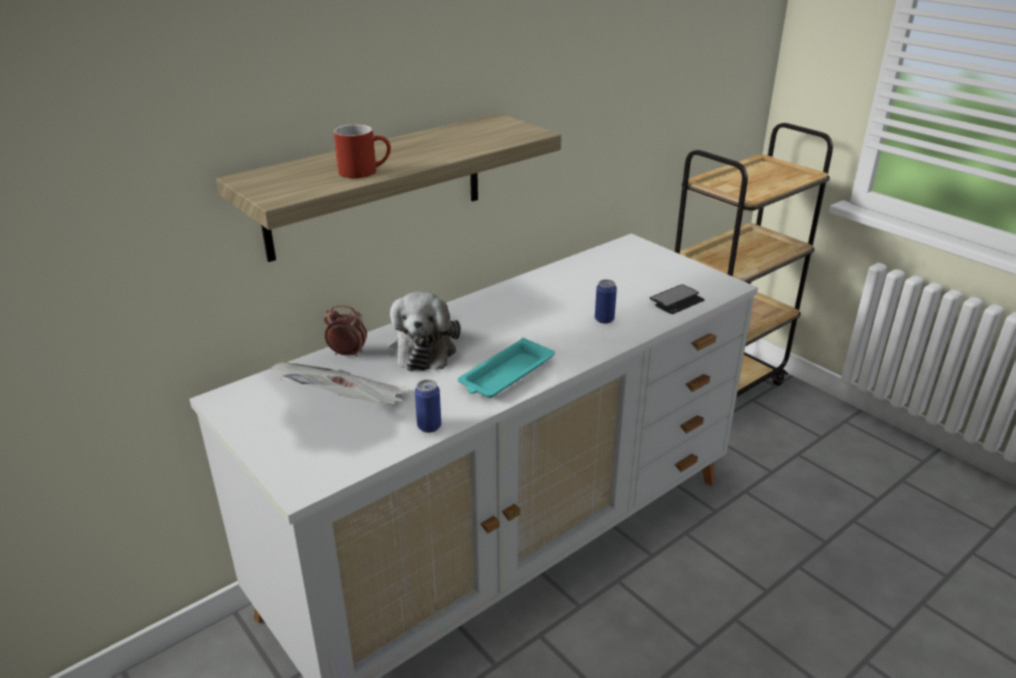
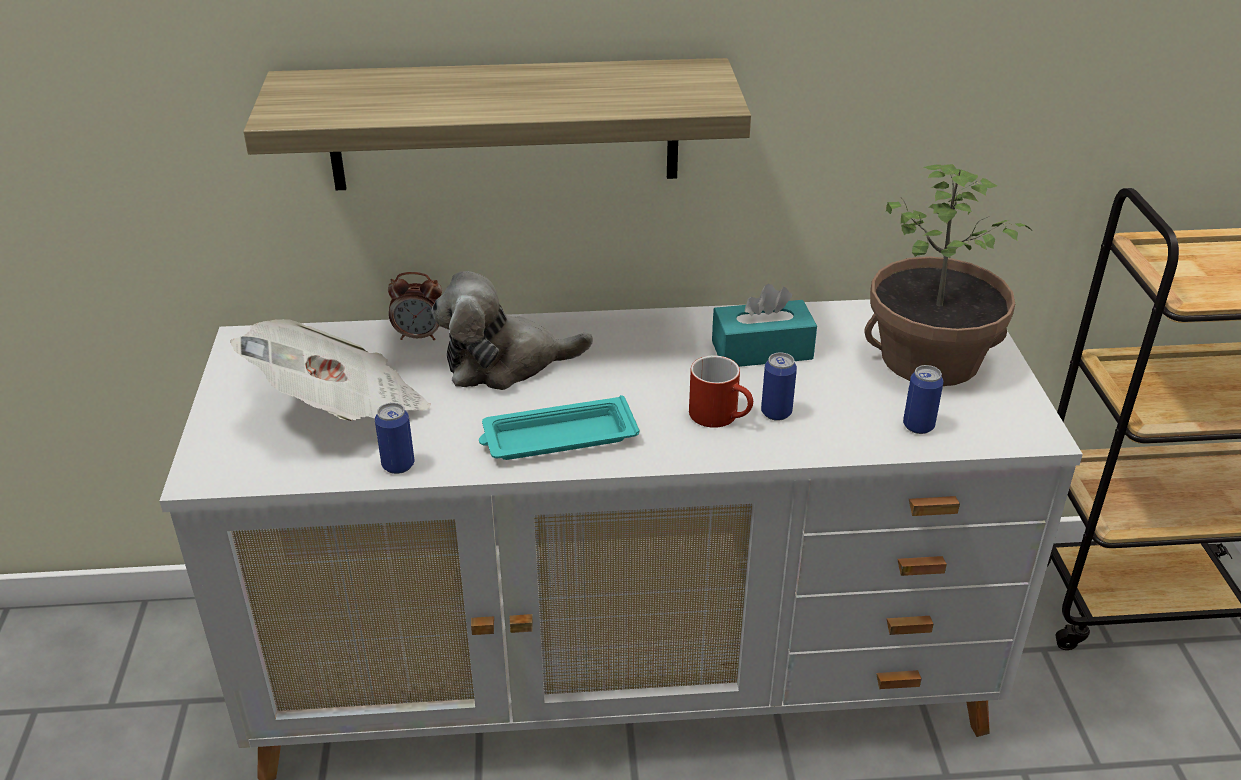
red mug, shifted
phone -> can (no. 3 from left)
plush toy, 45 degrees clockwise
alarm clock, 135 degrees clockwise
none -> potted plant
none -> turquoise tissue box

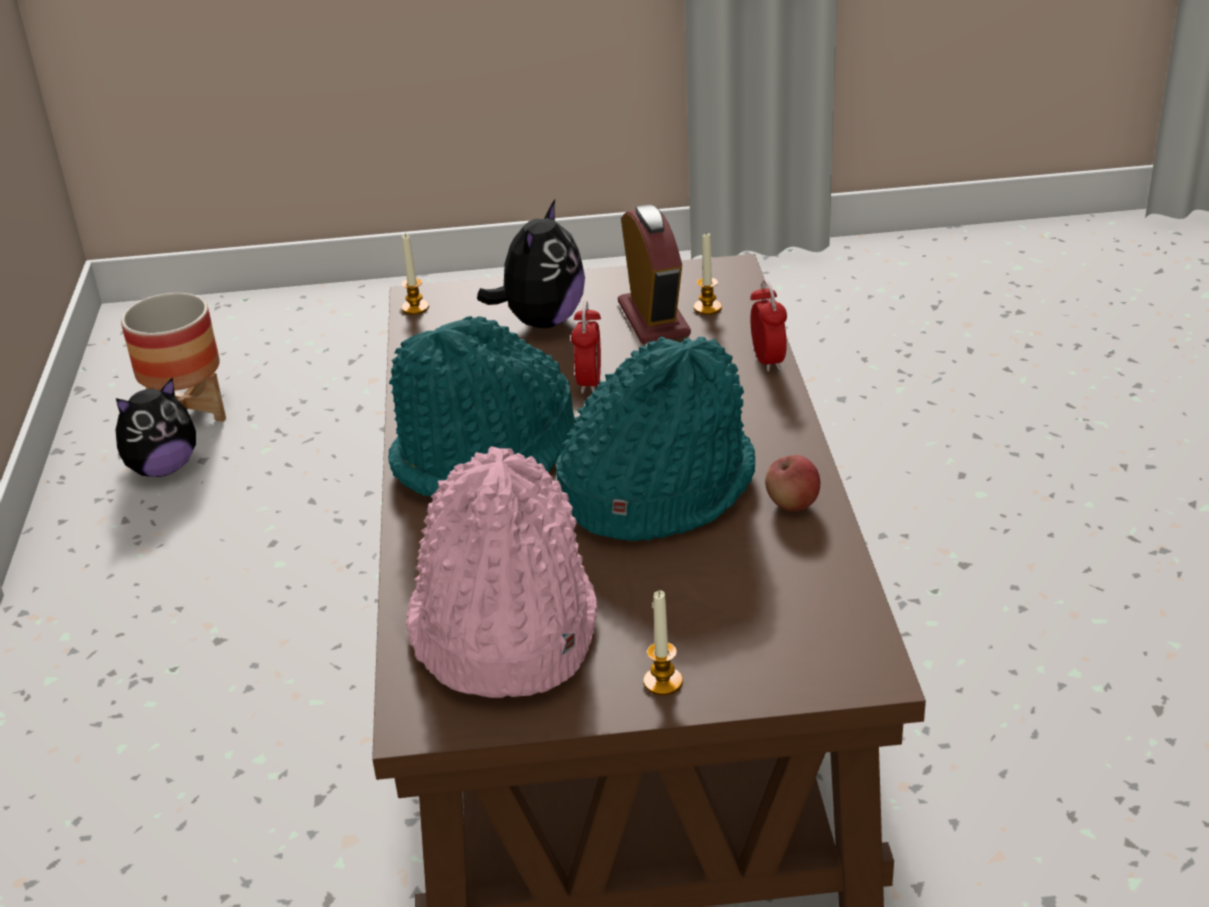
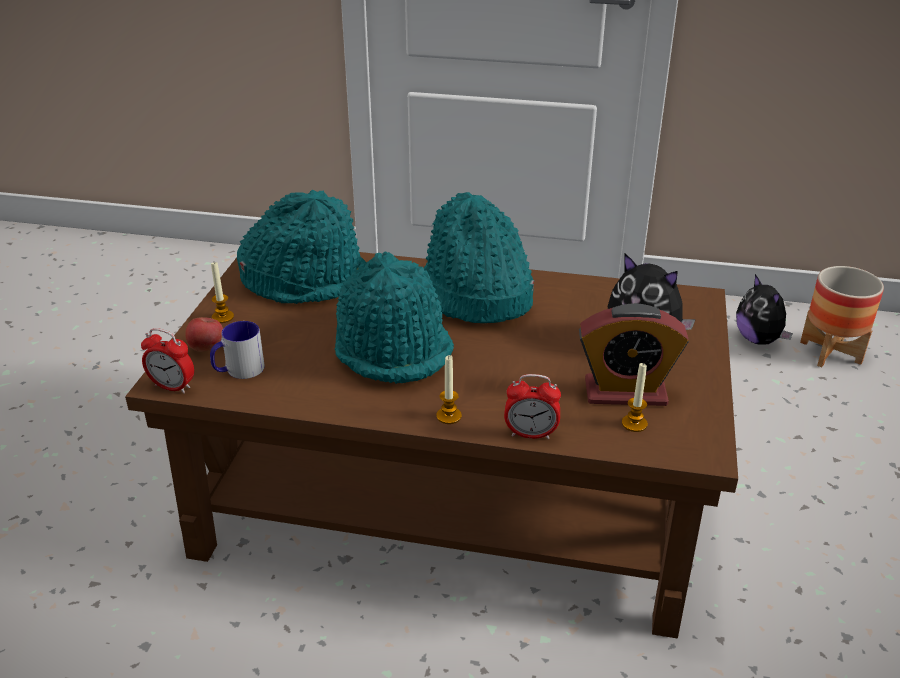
candle (no. 1 from left in the first image) -> candle (no. 2 from left), shifted
alarm clock (no. 1 from left), shifted
pink hat -> turquoise hat (no. 1 from left)
apple, shifted
none -> mug

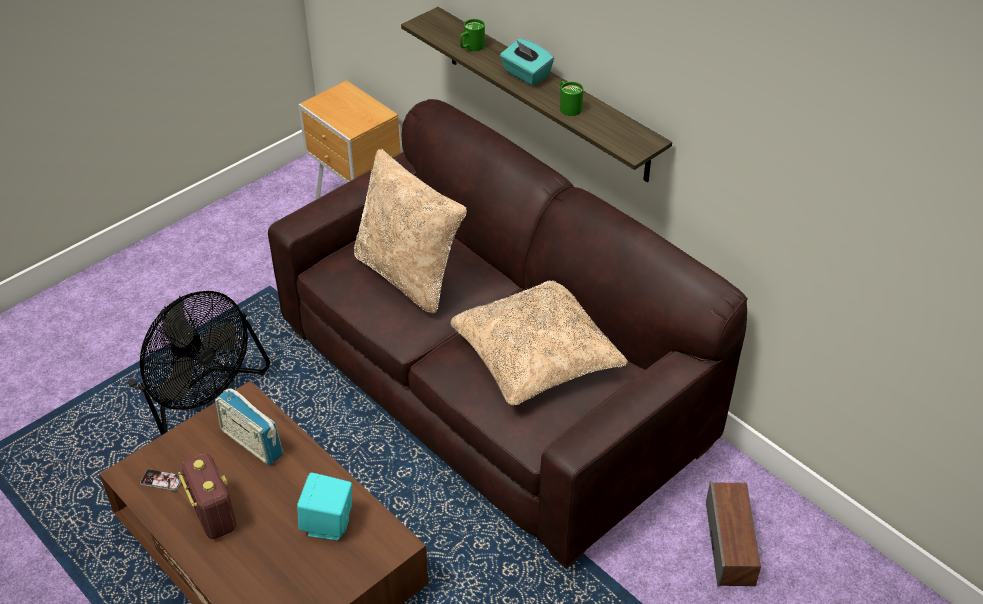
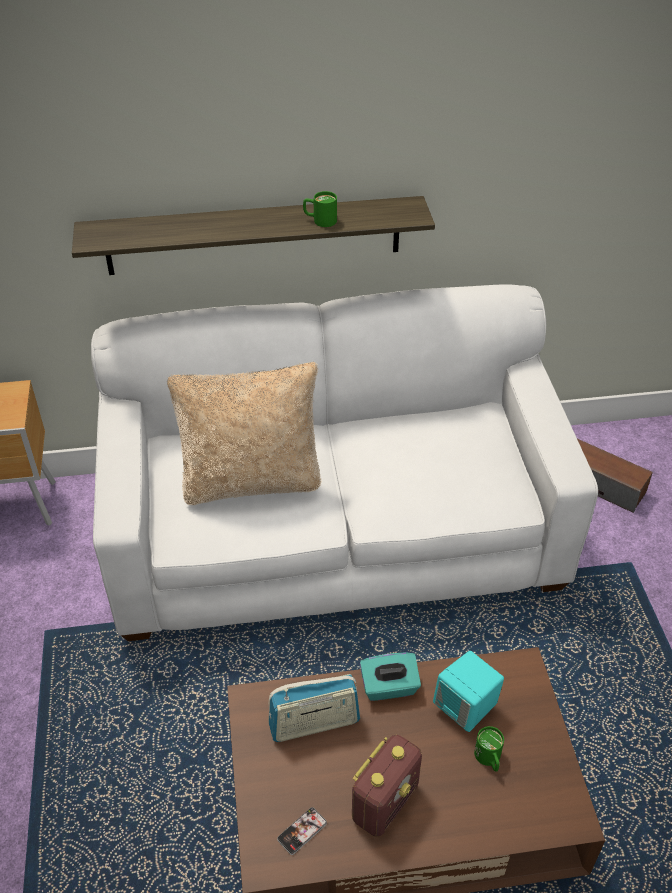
green mug (no. 1 from left in the first image) -> green mug (no. 2 from left), shifted
turquoise tissue box, shifted
brown sofa -> white sofa
beige pillow (no. 2 from left) -> none
black fan -> none
radio (no. 1 from left in the first image) -> radio (no. 2 from left), 120 degrees clockwise

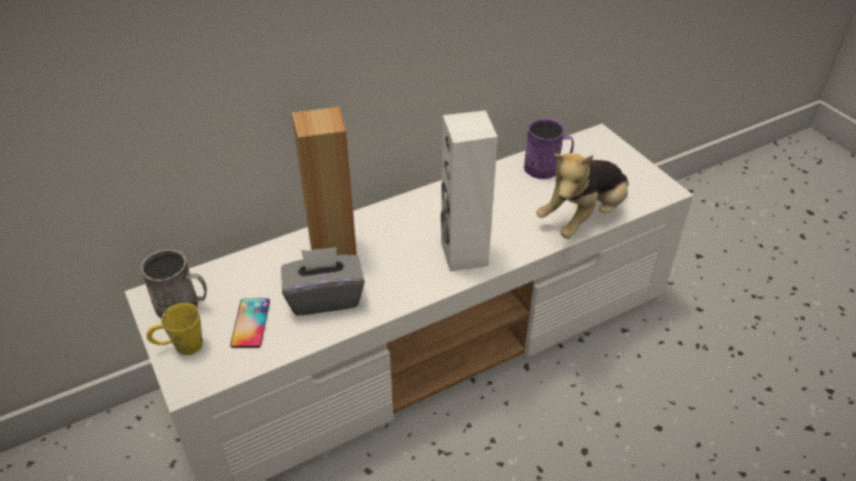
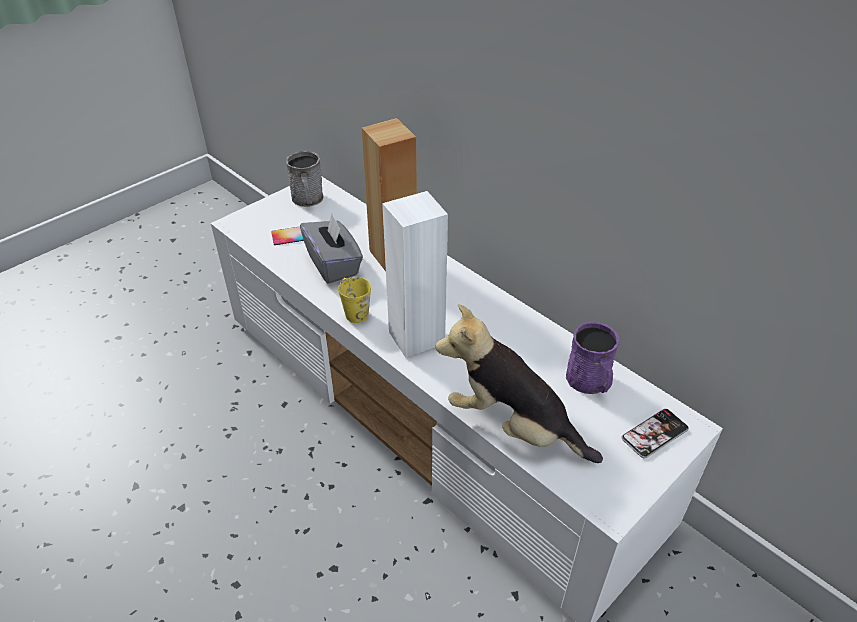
yellow mug, shifted
none -> phone (no. 2 from left)

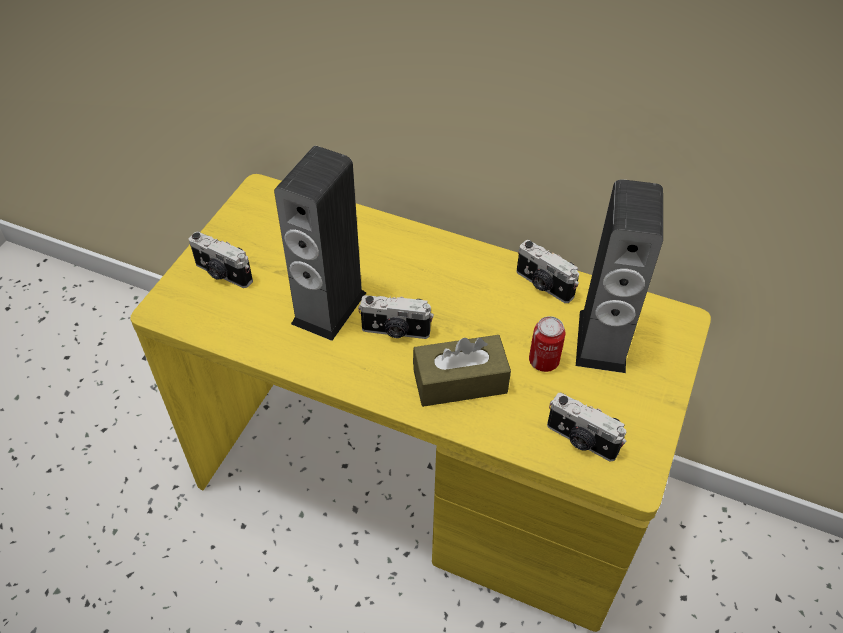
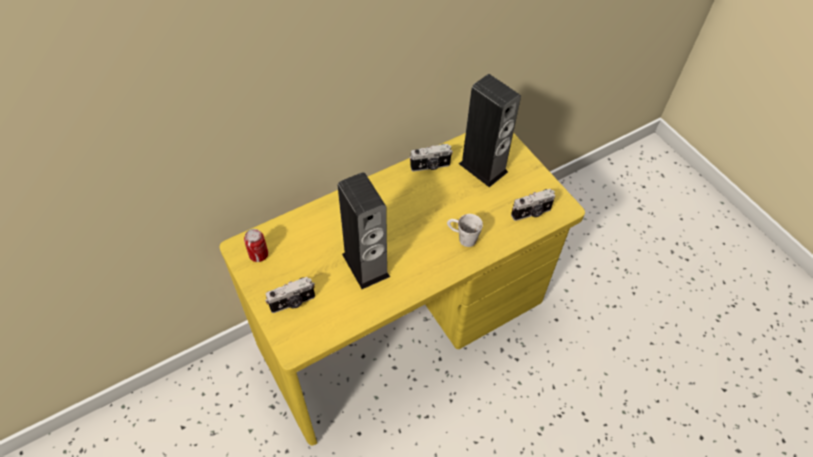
photo camera (no. 2 from left) -> none
can, shifted
brown tissue box -> white mug

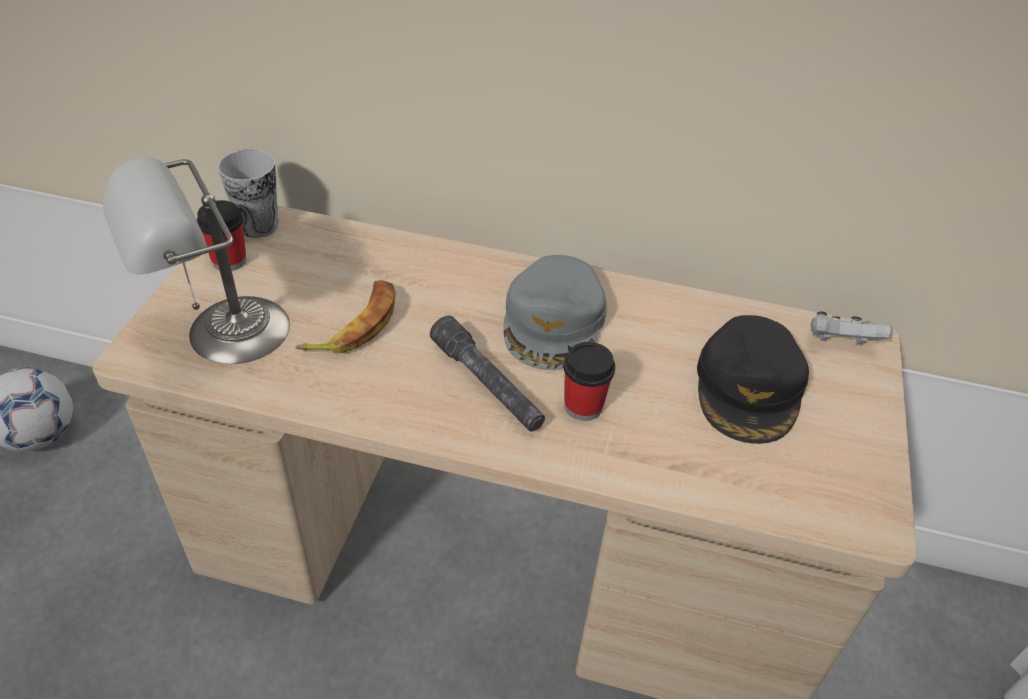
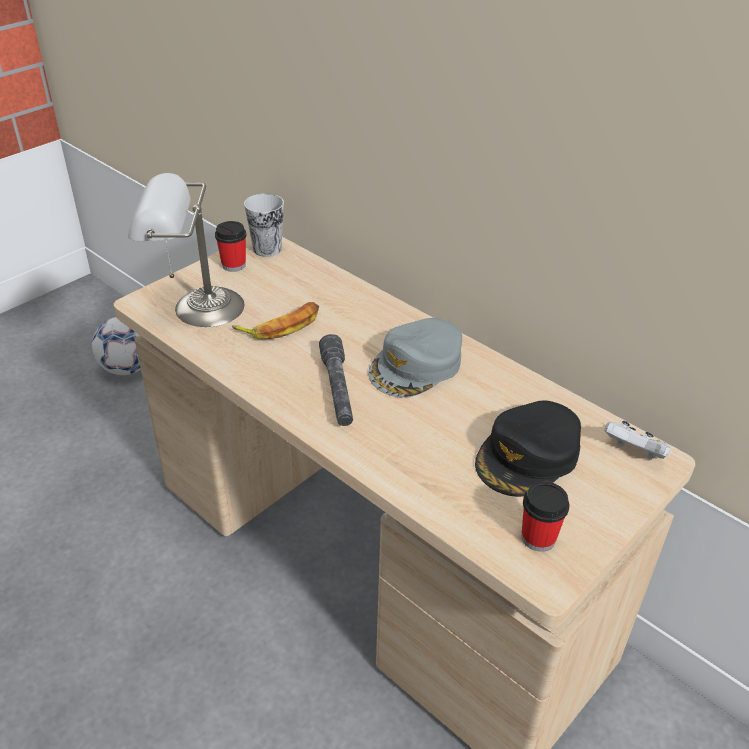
cup (no. 3 from left), shifted

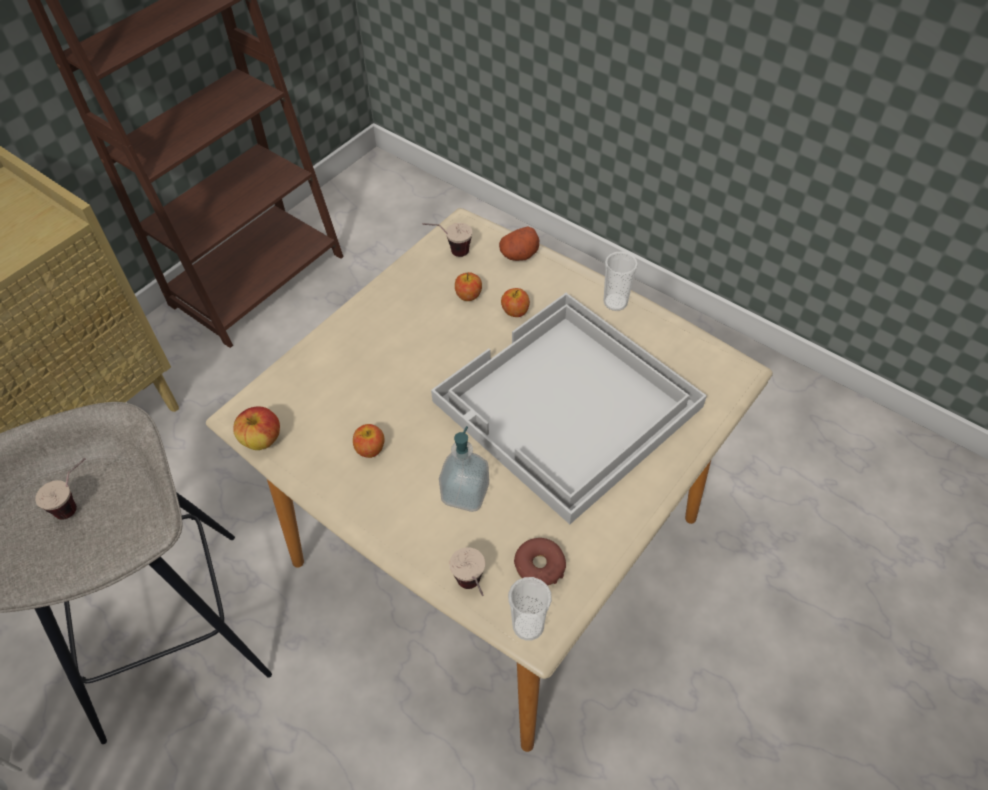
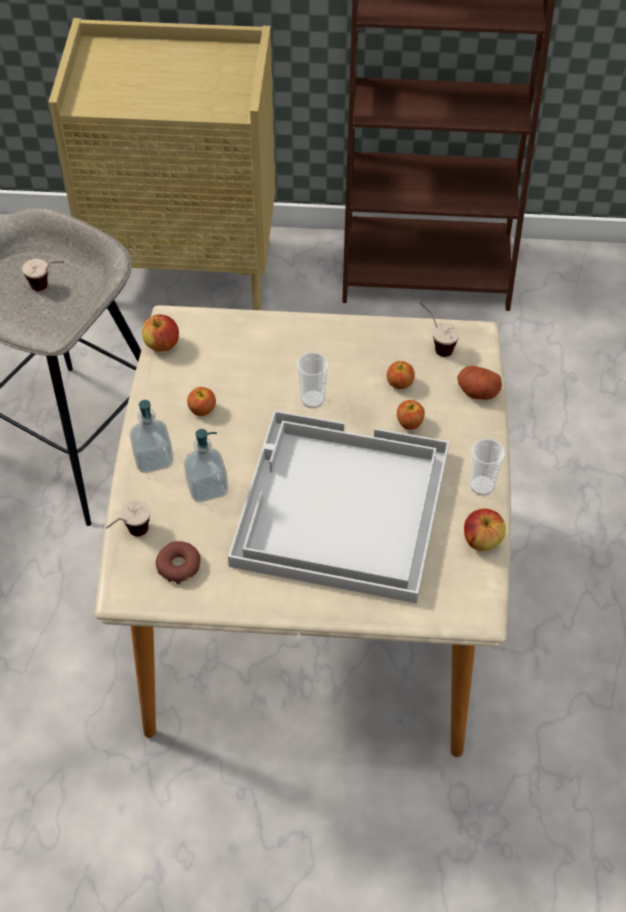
cup (no. 4 from left in the first image) -> cup (no. 3 from left), shifted
none -> soap dispenser (no. 1 from left)
none -> apple (no. 5 from left)

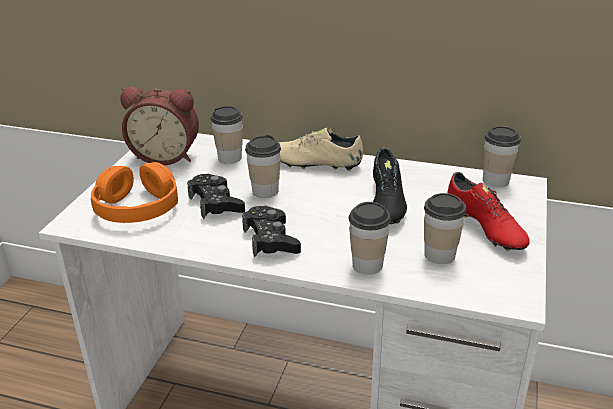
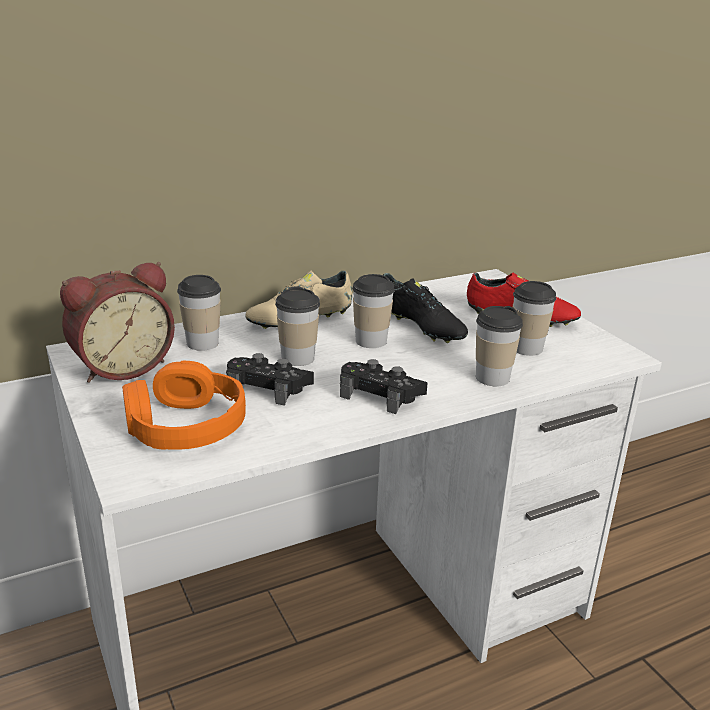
cup (no. 5 from left in the first image) -> cup (no. 3 from left), shifted

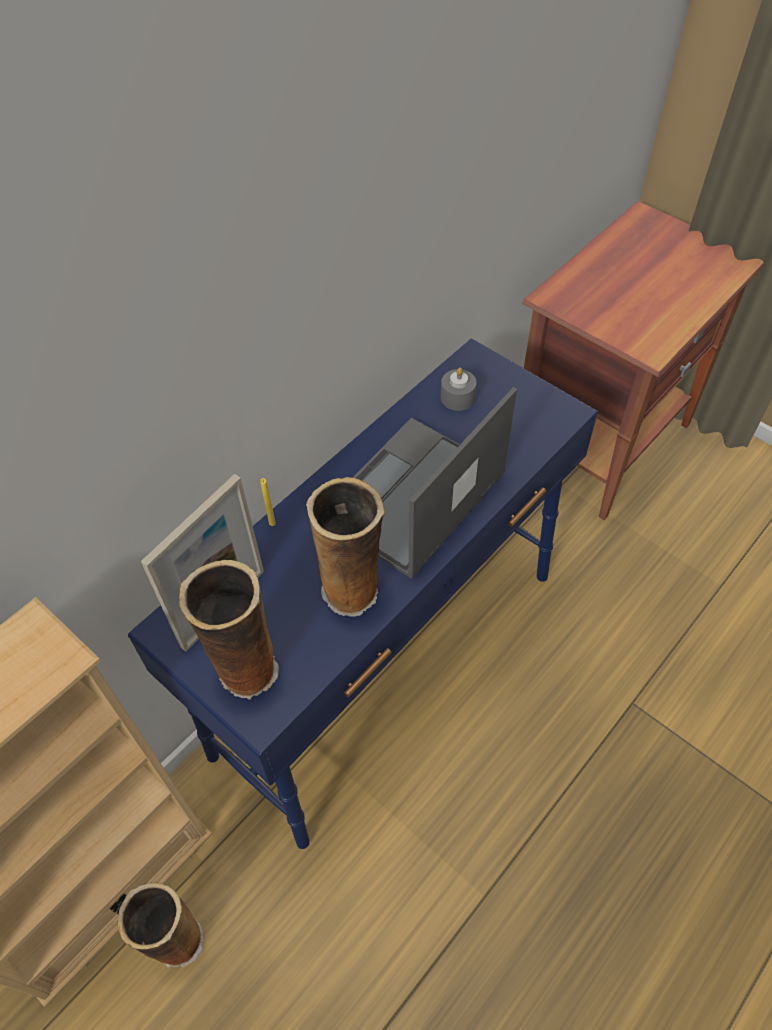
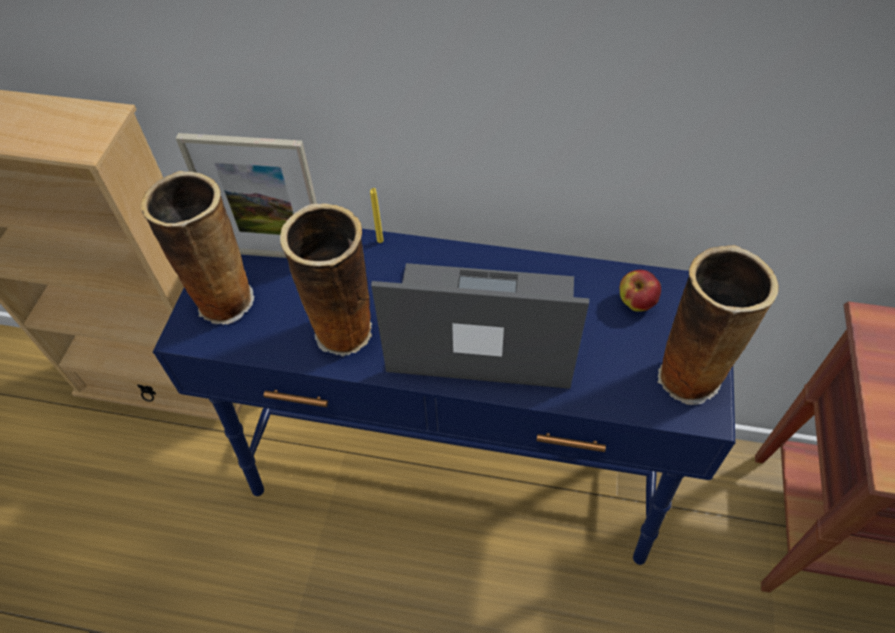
grey candle -> apple
vase (no. 1 from left in the first image) -> vase (no. 3 from left), shifted

